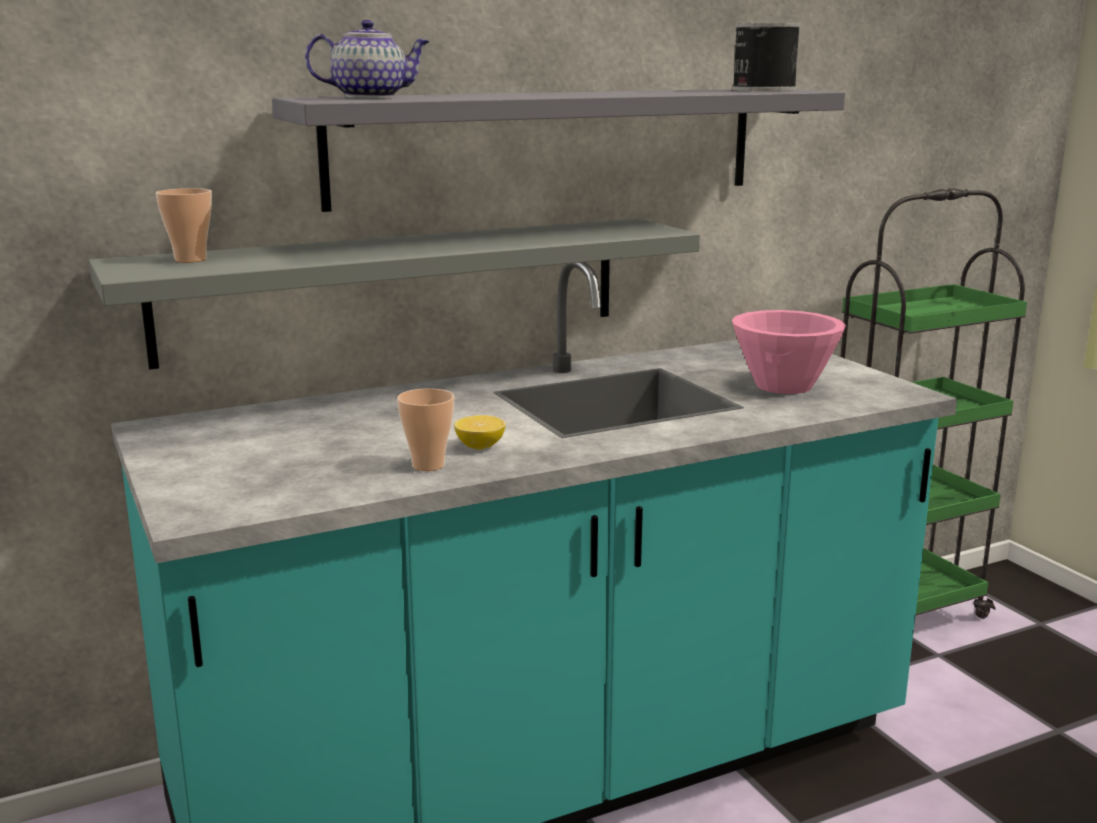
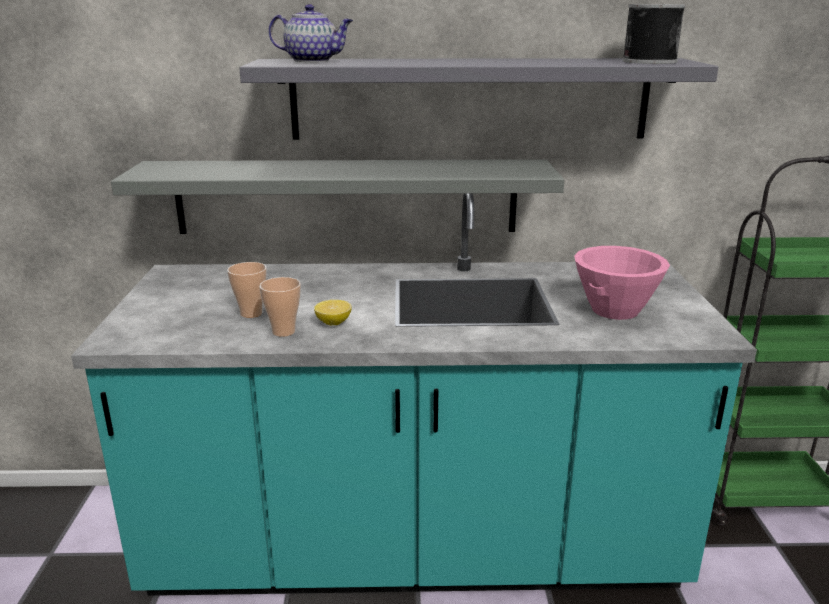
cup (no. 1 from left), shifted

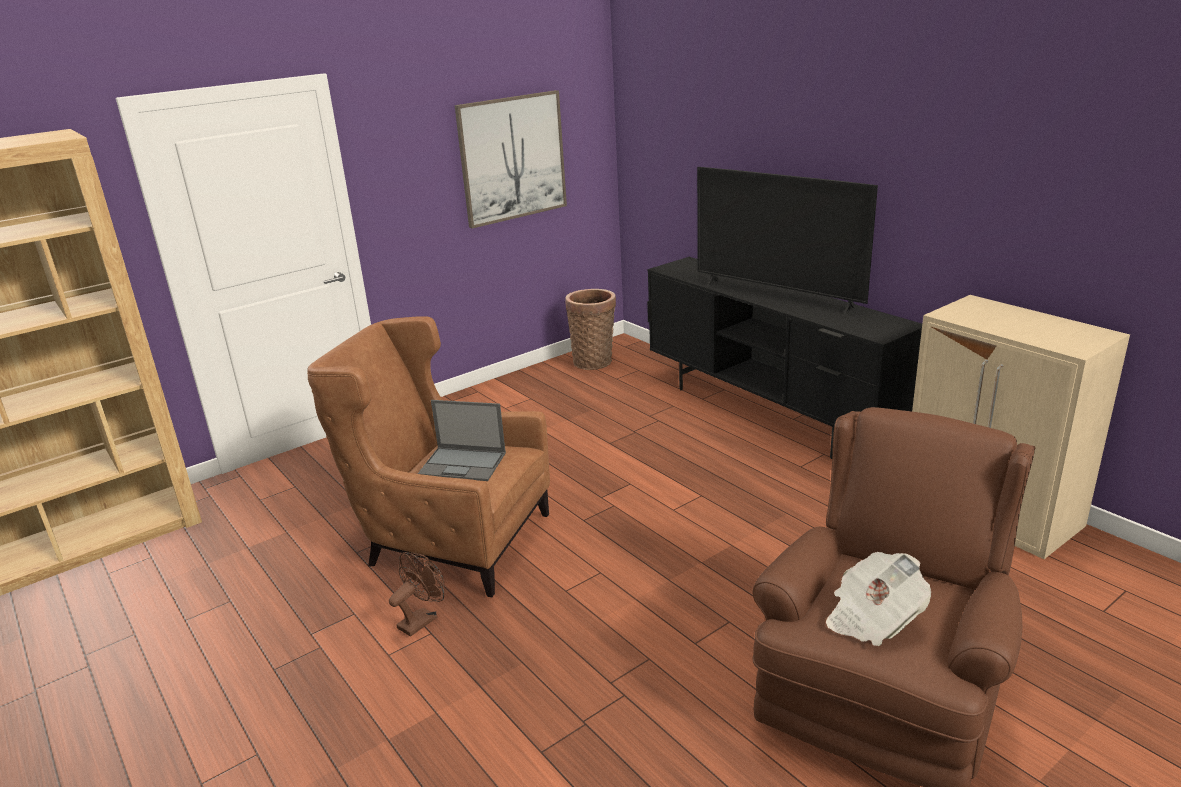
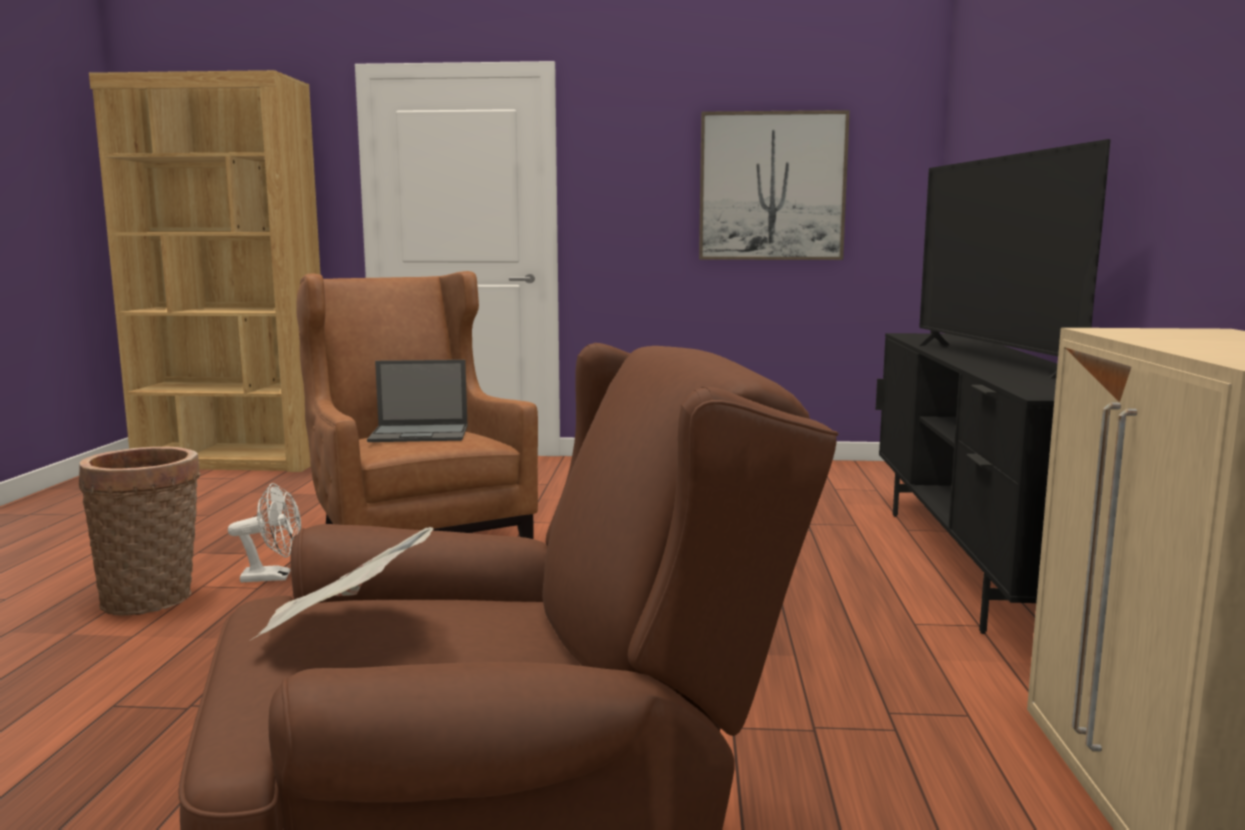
basket, shifted
laptop, 60 degrees counterclockwise
brown fan -> white fan

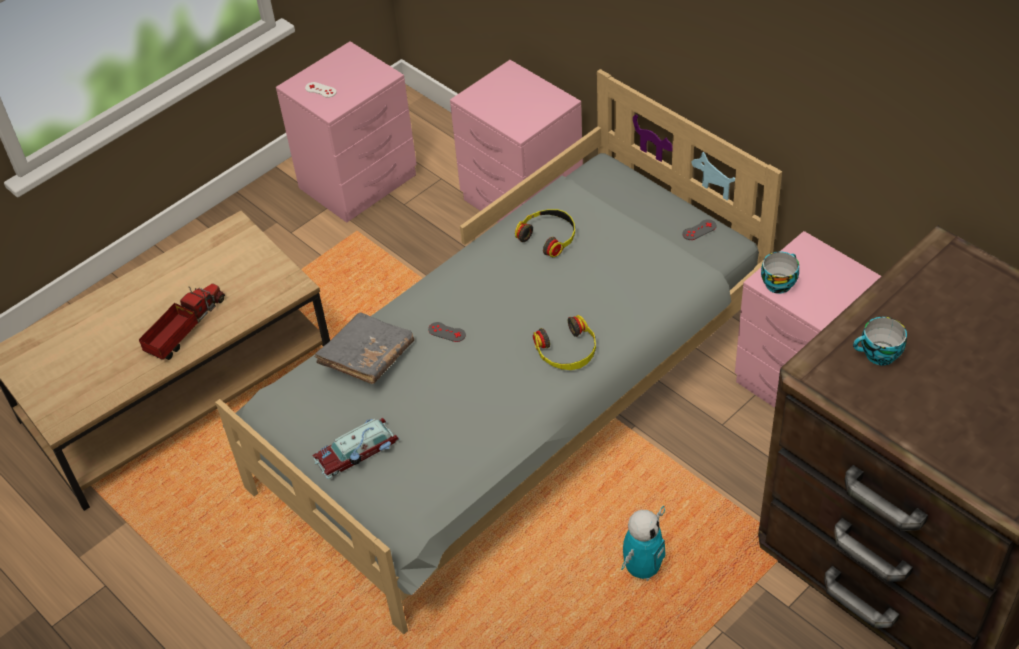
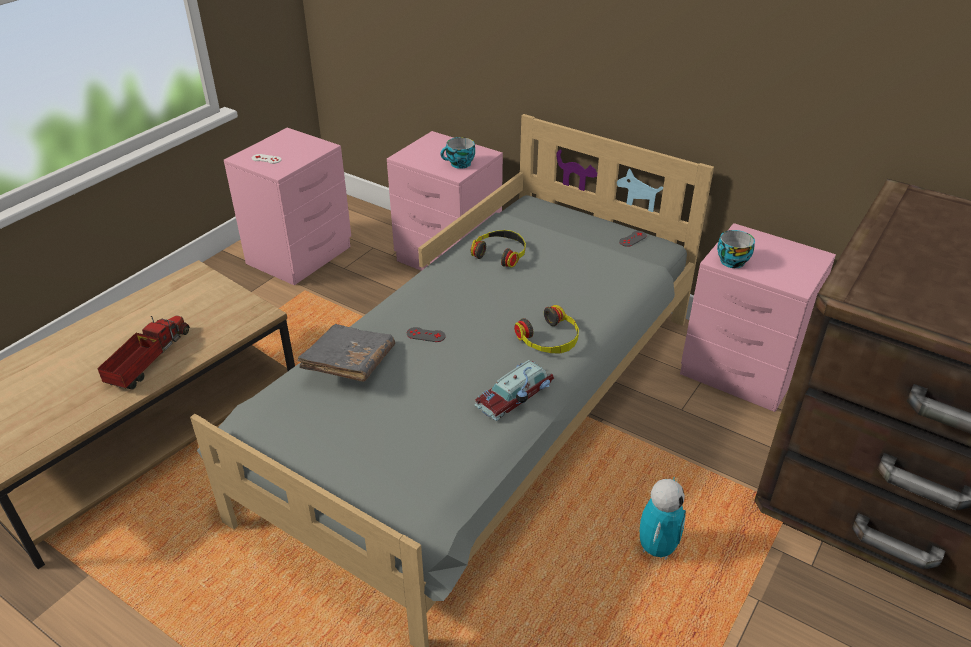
cup (no. 2 from left in the first image) -> cup (no. 1 from left), shifted
toy car, shifted

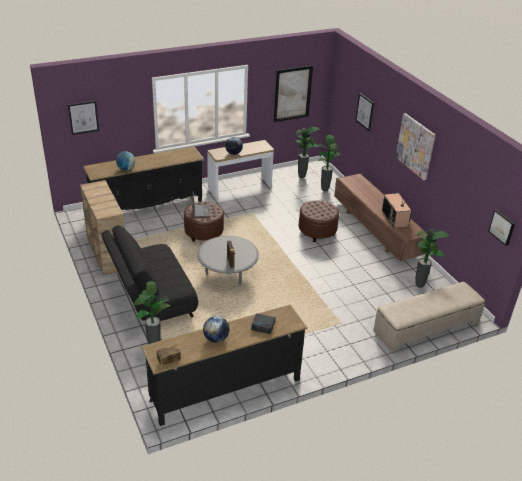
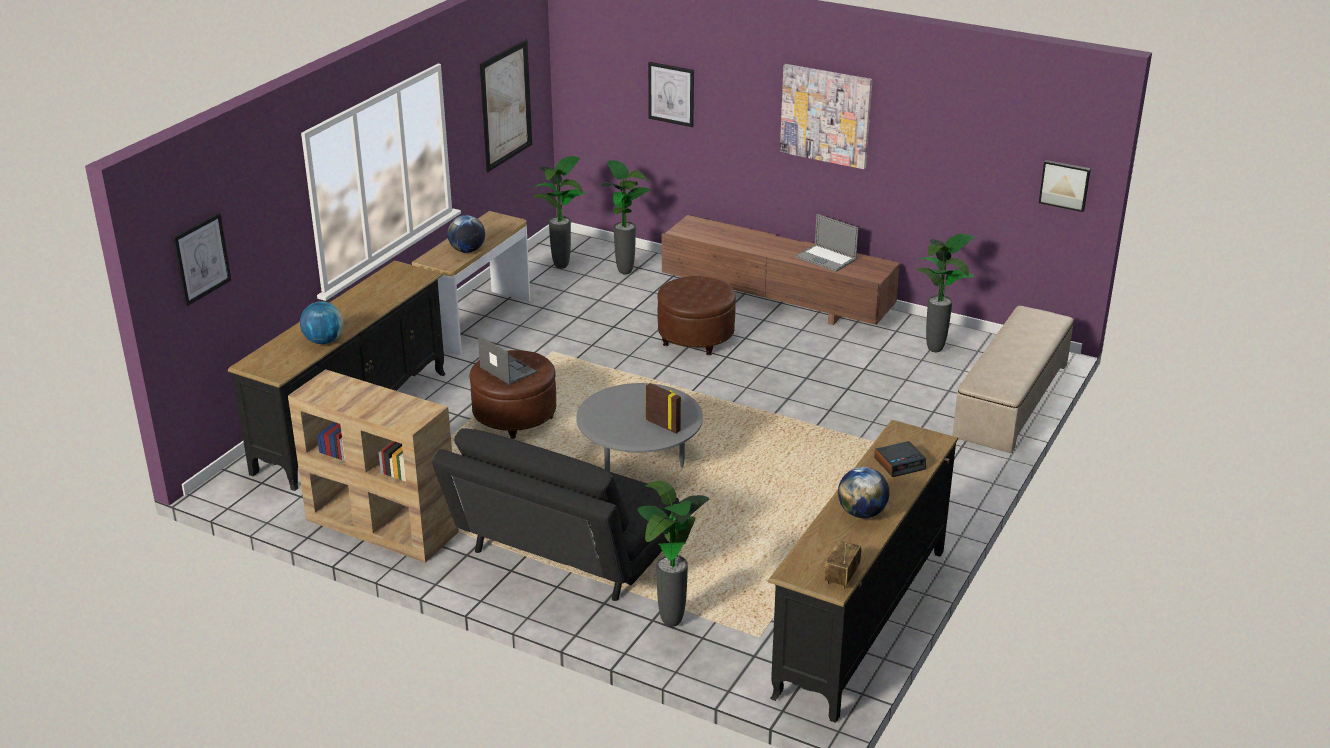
television -> laptop (no. 2 from left)

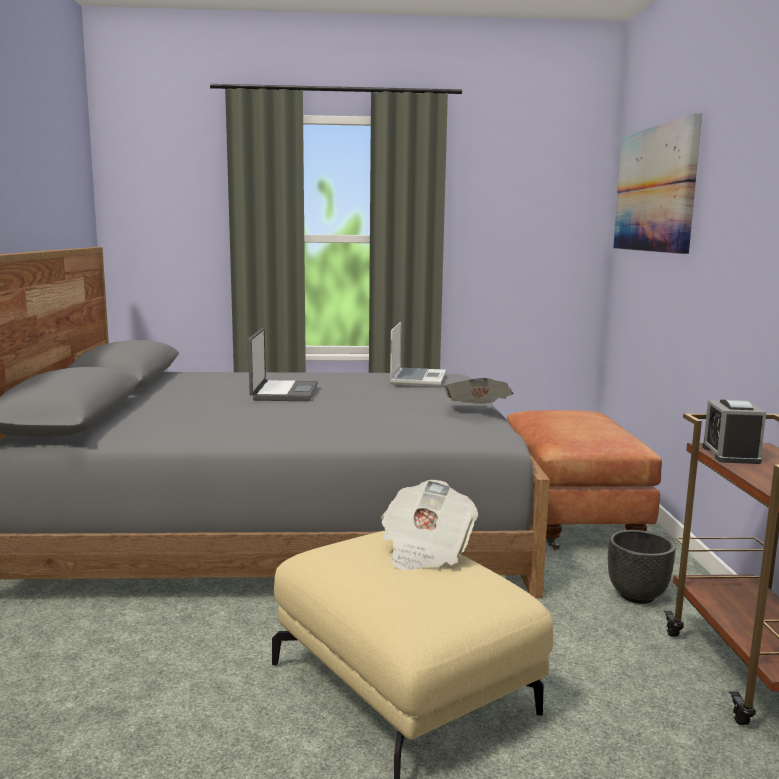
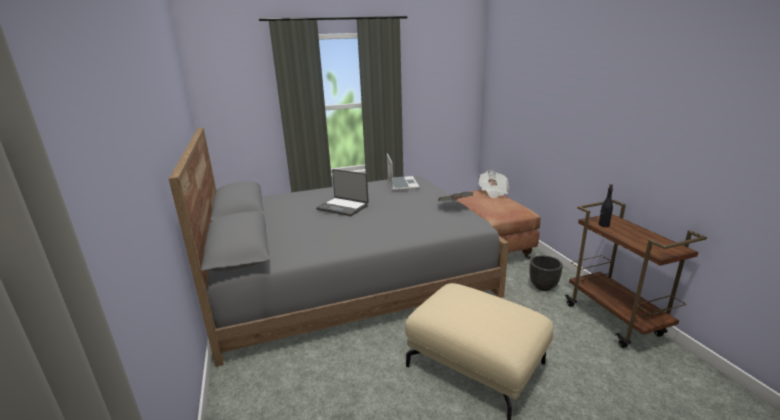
picture -> none
laptop (no. 1 from left), 135 degrees clockwise
alarm clock -> black bottle
newspaper (no. 1 from left in the first image) -> newspaper (no. 2 from left), shifted

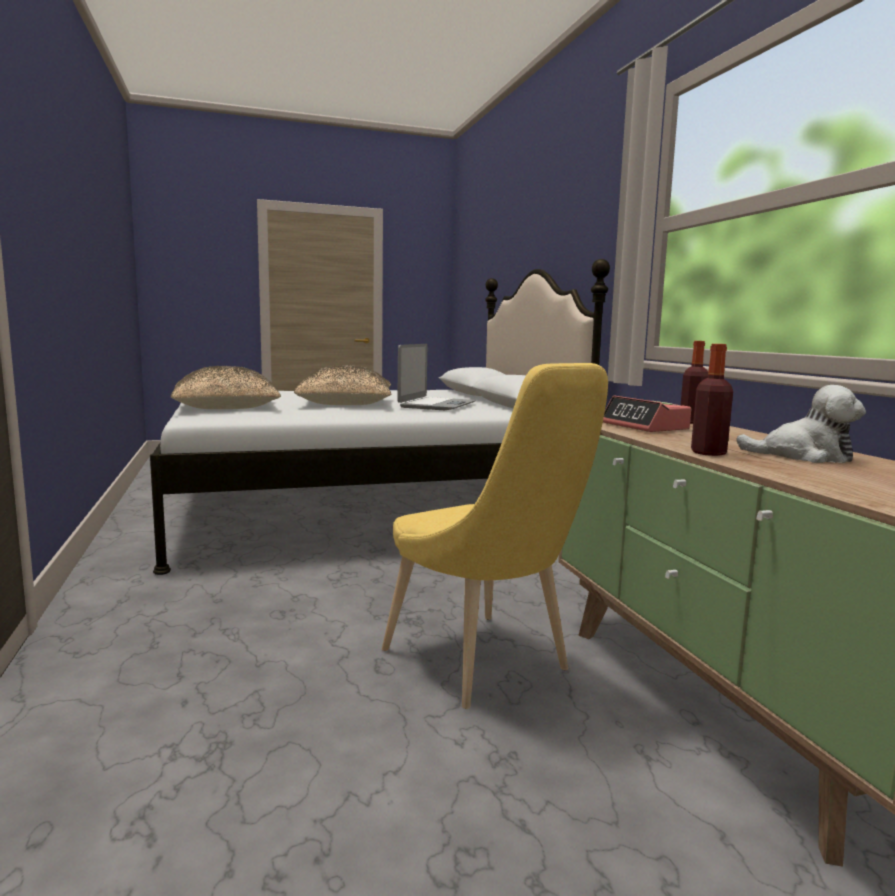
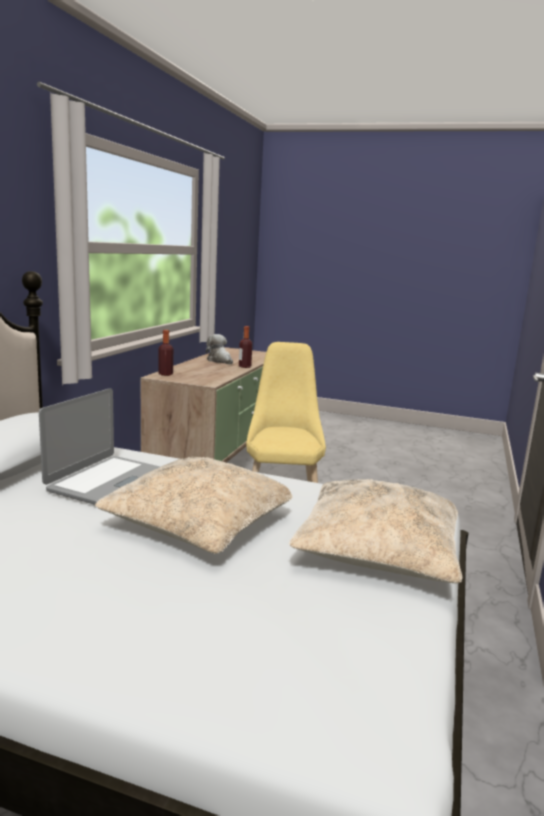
laptop, 150 degrees clockwise
alarm clock -> none

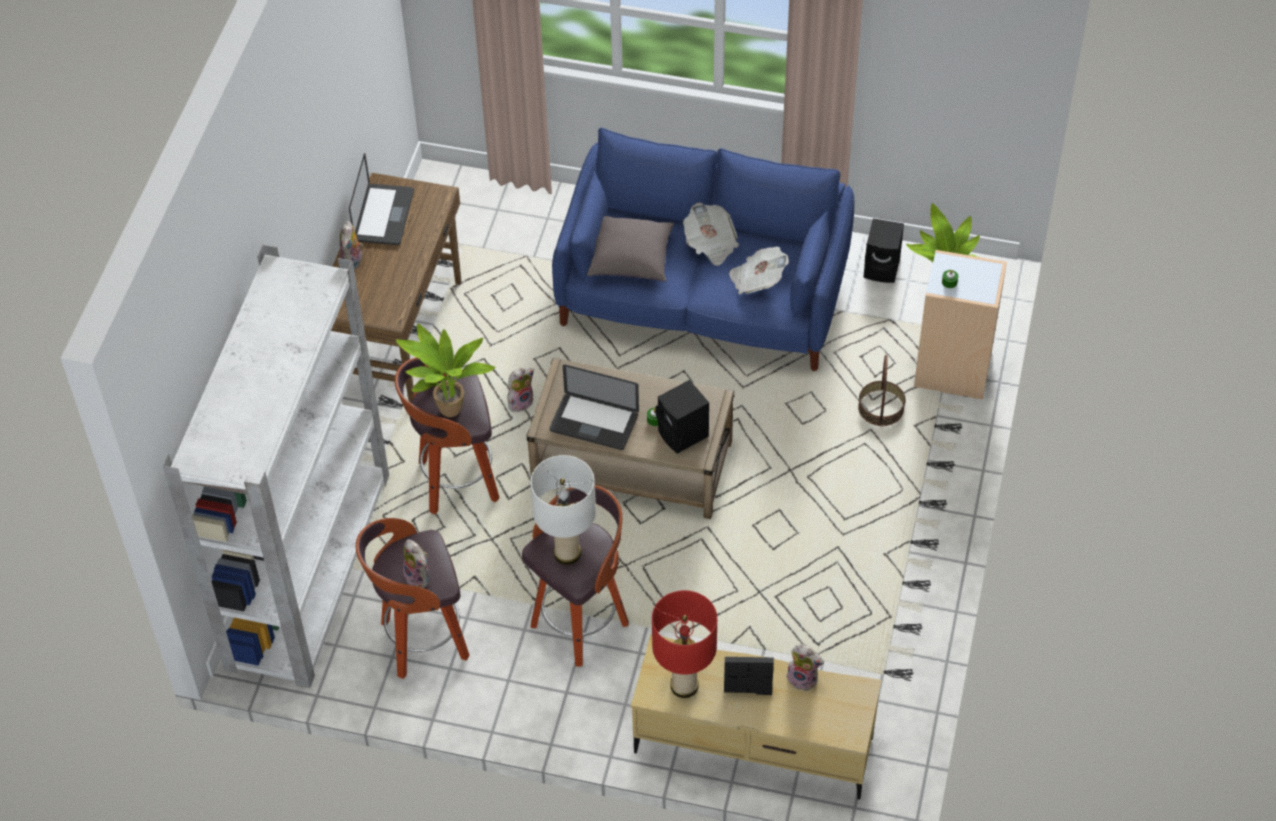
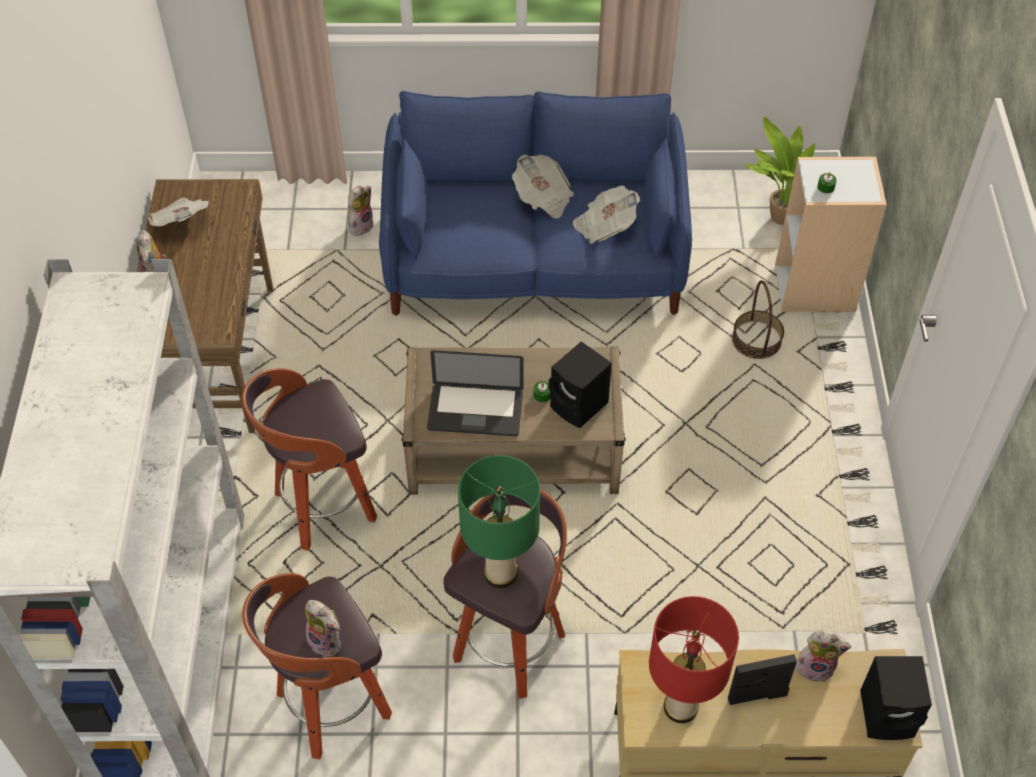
laptop (no. 1 from left) -> newspaper (no. 1 from left)
grey pillow -> none
black speaker (no. 2 from left), shifted
potted plant (no. 1 from left) -> none
plush toy (no. 3 from left), shifted
white table lamp -> green table lamp

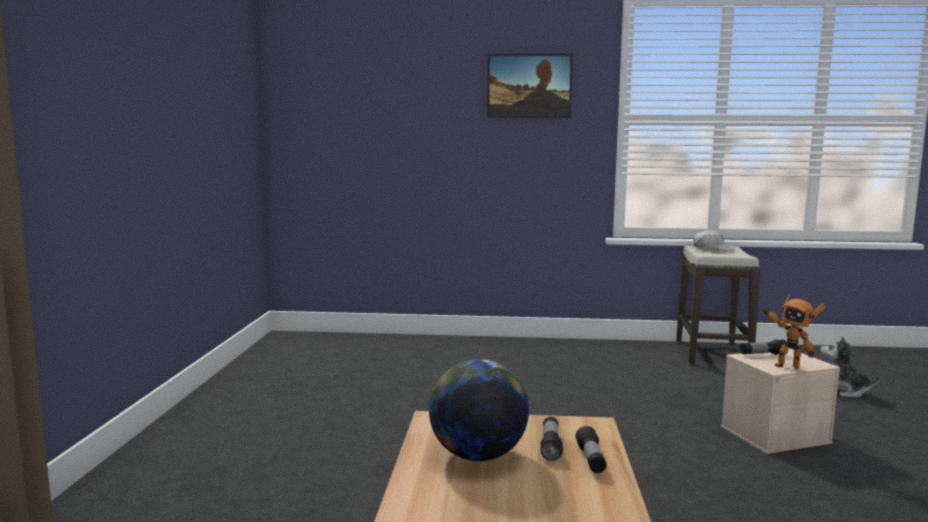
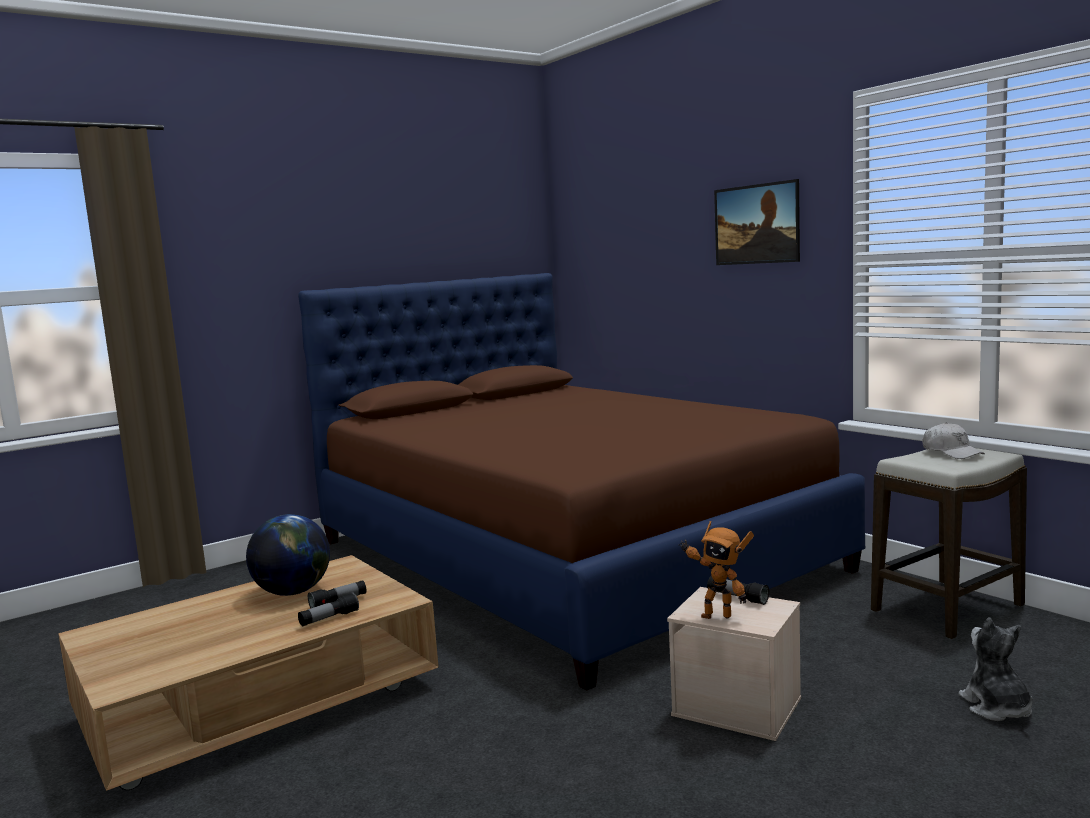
toy robot, 60 degrees counterclockwise
none -> brown bed

